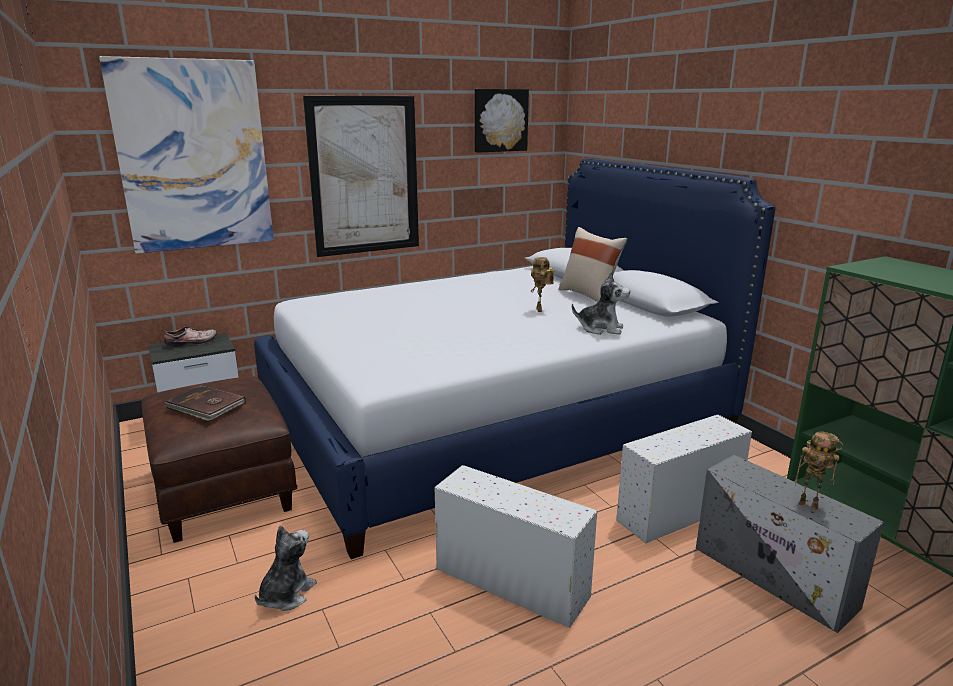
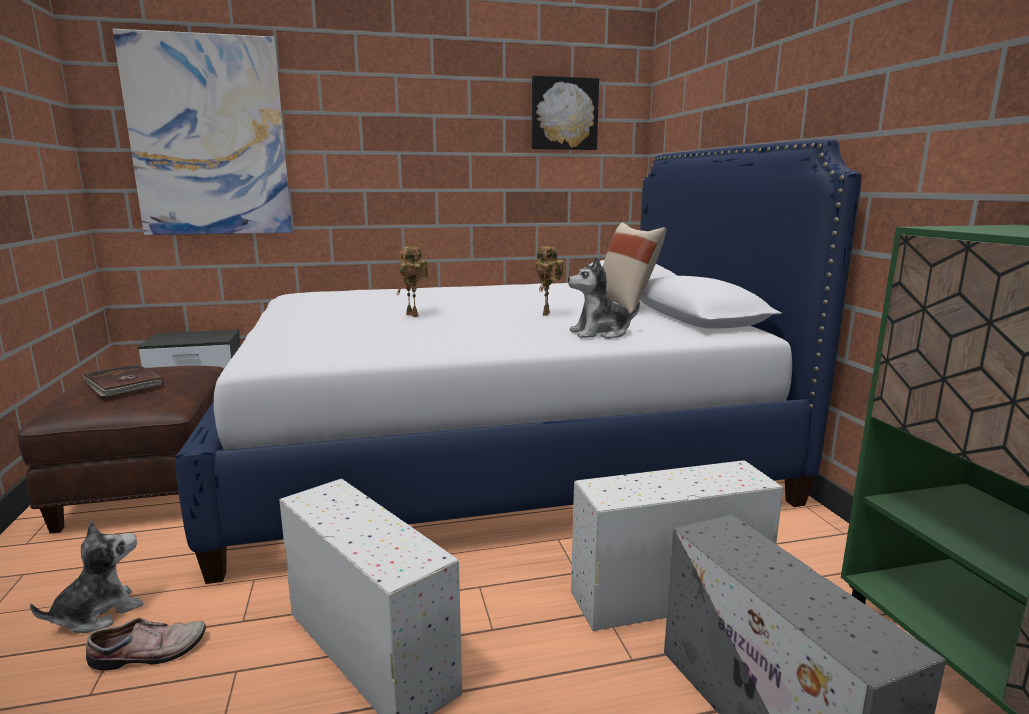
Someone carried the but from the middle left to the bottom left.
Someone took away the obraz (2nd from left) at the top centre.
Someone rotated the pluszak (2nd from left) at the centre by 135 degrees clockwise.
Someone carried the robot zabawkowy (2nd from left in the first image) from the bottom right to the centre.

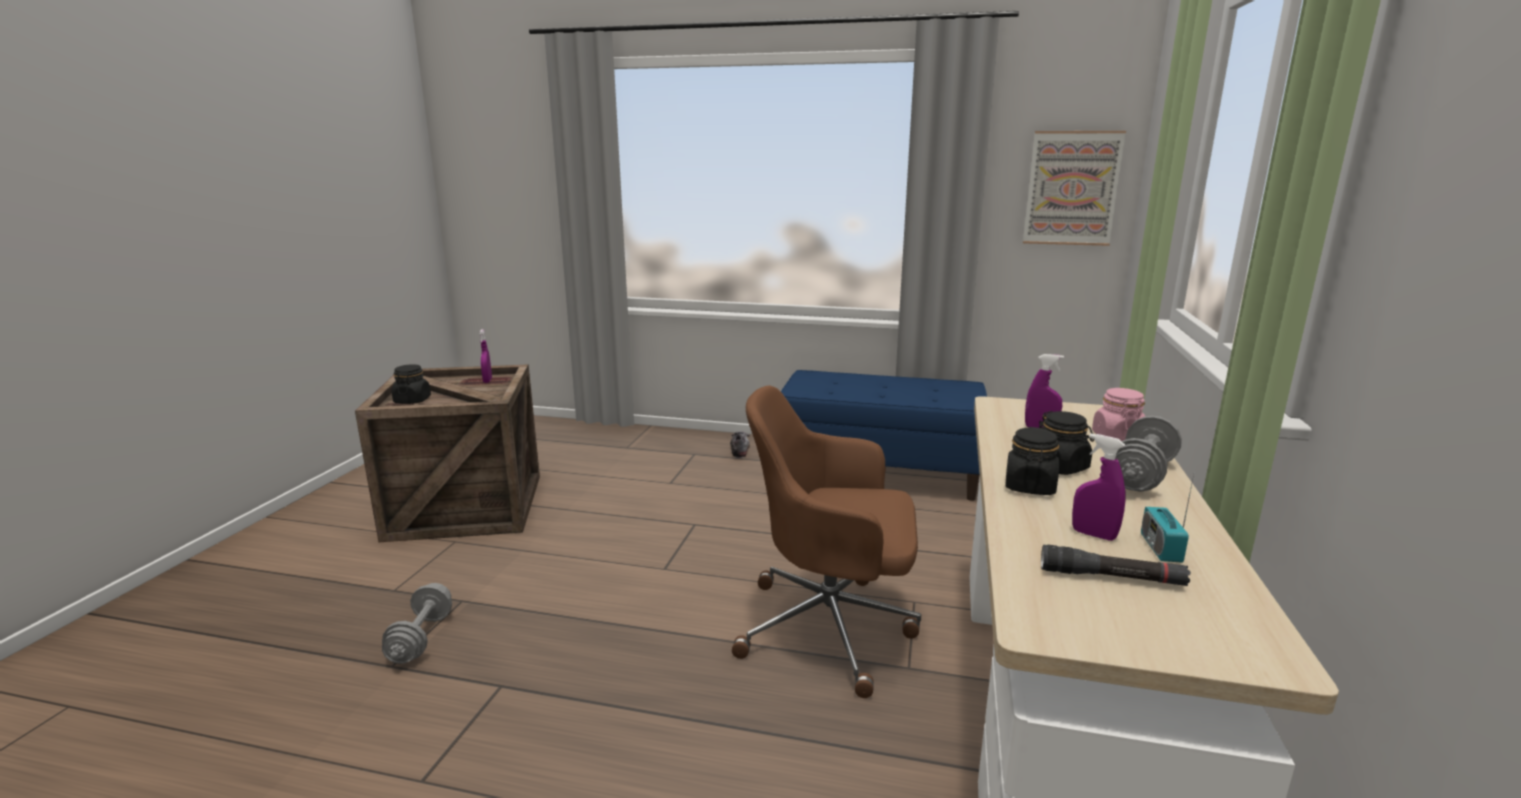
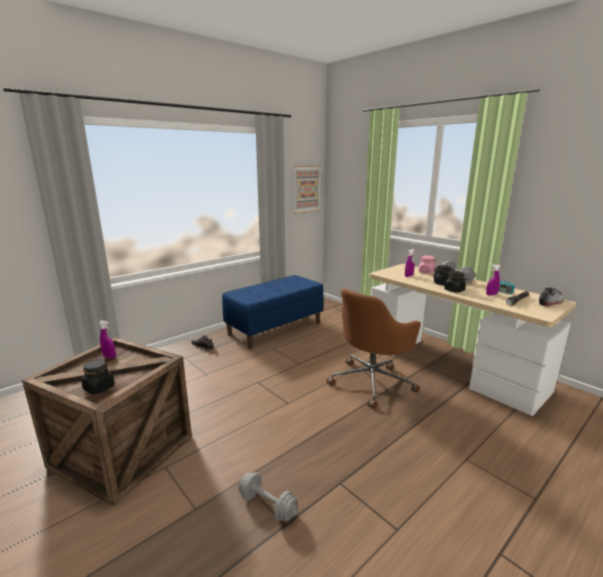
Someone put down the but (2nd from left) at the middle right.

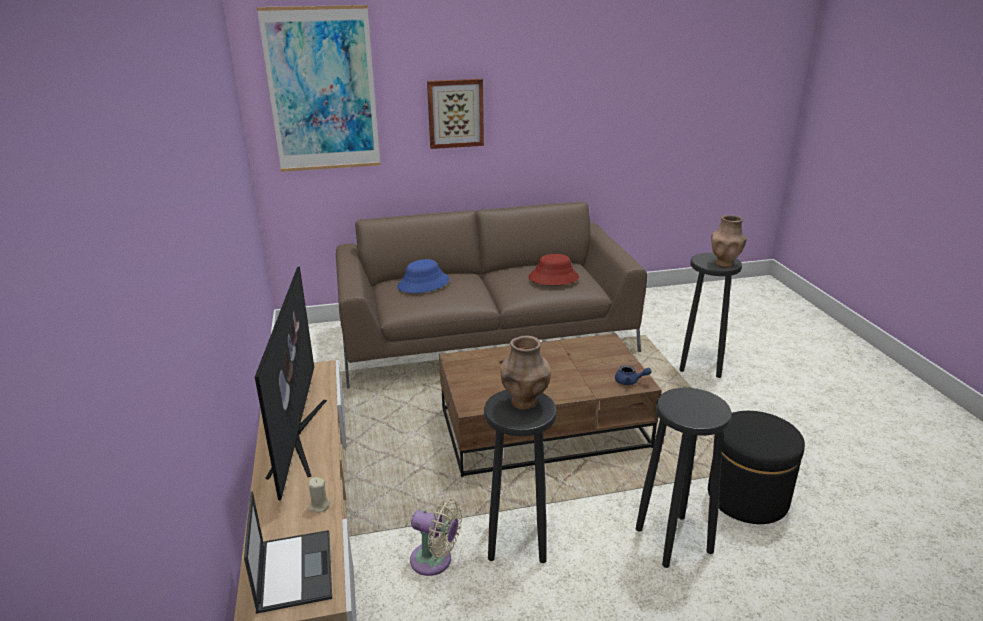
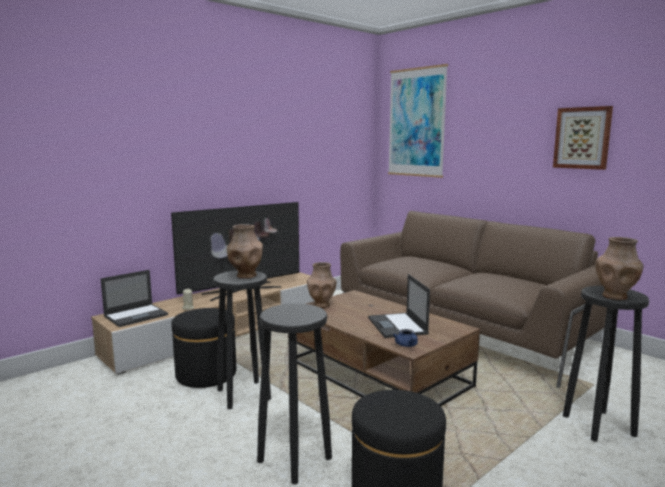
Someone took away the kapelusz (niebieski) at the centre.
Someone swapped the wentylator (beżowy) at the bottom centre for the pufa (czarny) (1st from left) at the bottom left.
Someone carried the obraz (2nd from left) from the top centre to the top right.
Someone took away the kapelusz (czerwony) at the centre.
Someone put down the wazon (brązowy) (2nd from left) at the centre.
Someone put down the laptop (2nd from left) at the centre.

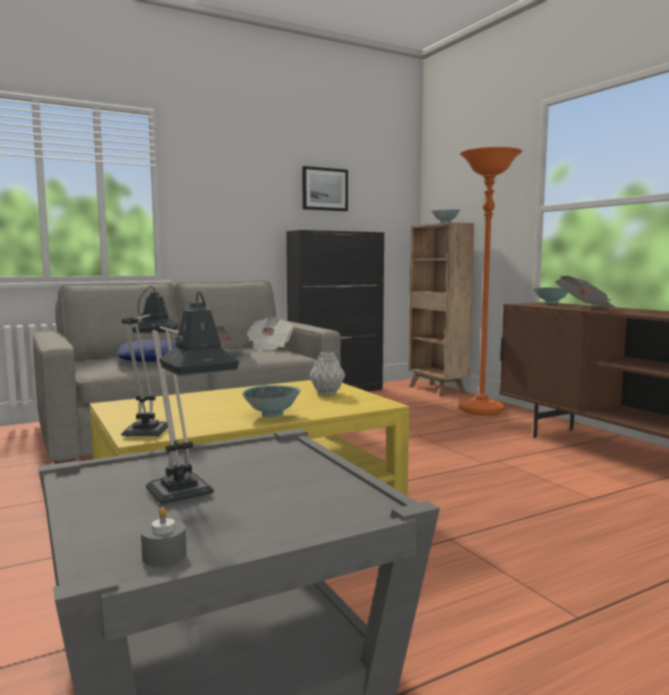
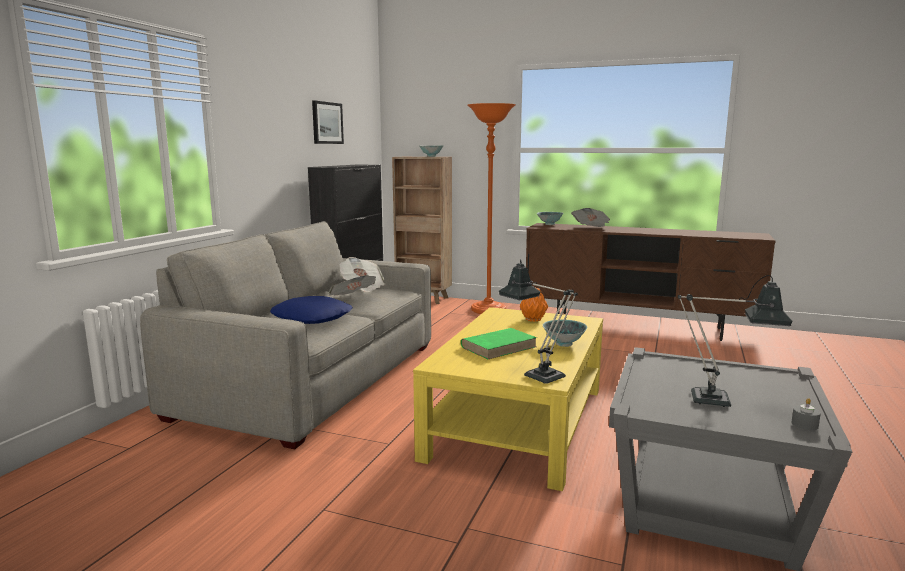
Someone repainted the wazon (szary) at the centre, which became the wazon (pomarańczowy) at the centre.
Someone put down the książka (zielony) at the centre.

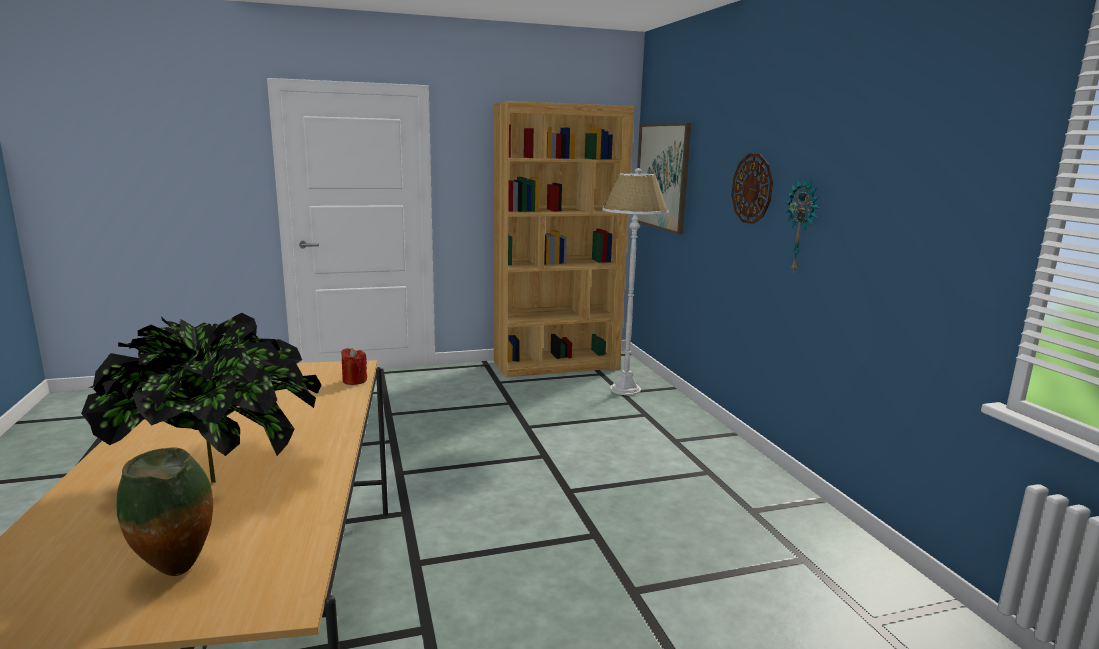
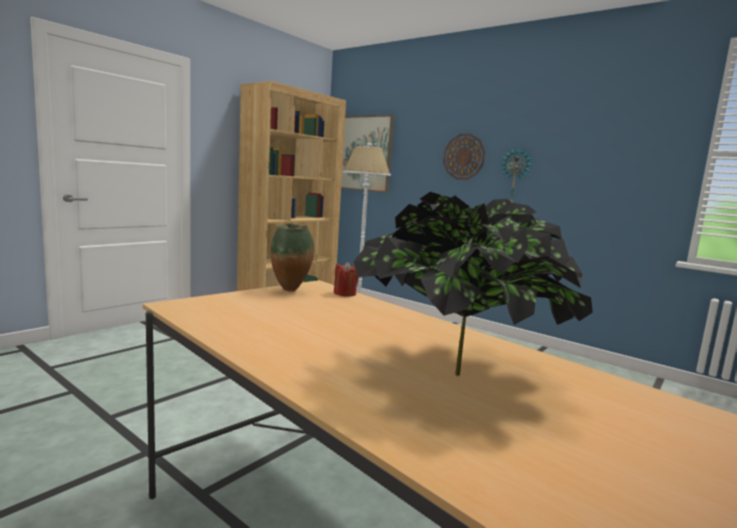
Someone carried the wazon from the bottom left to the centre.

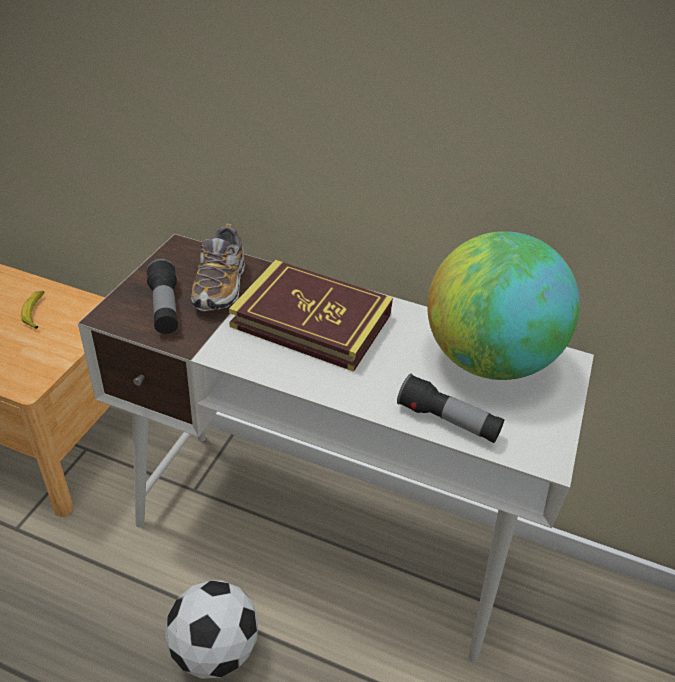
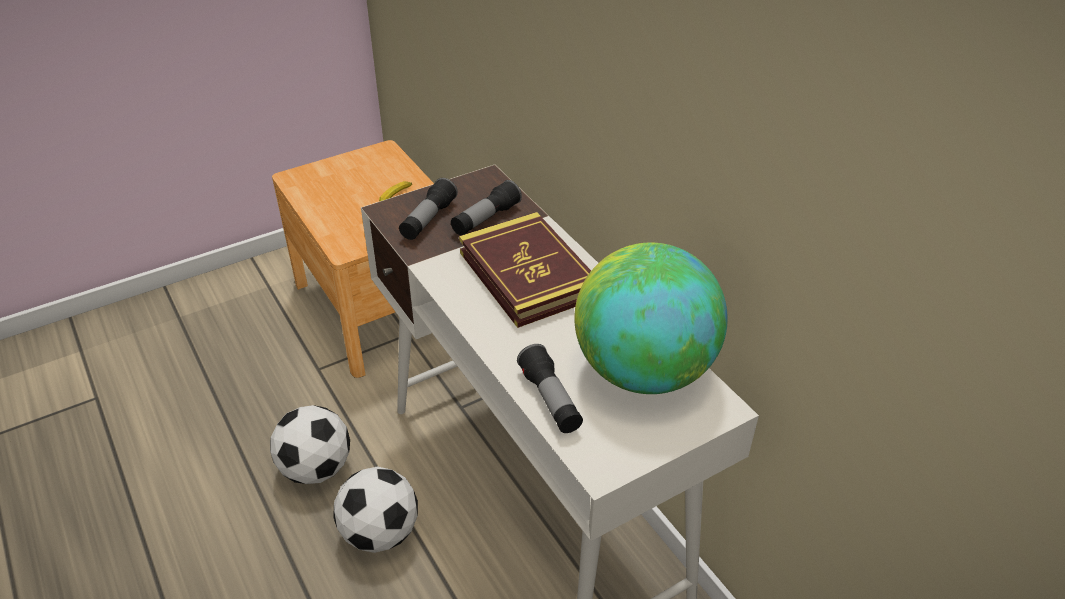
Someone swapped the but at the middle left for the latarka (2nd from left) at the centre.
Someone put down the piłka futbolowa (1st from left) at the bottom left.

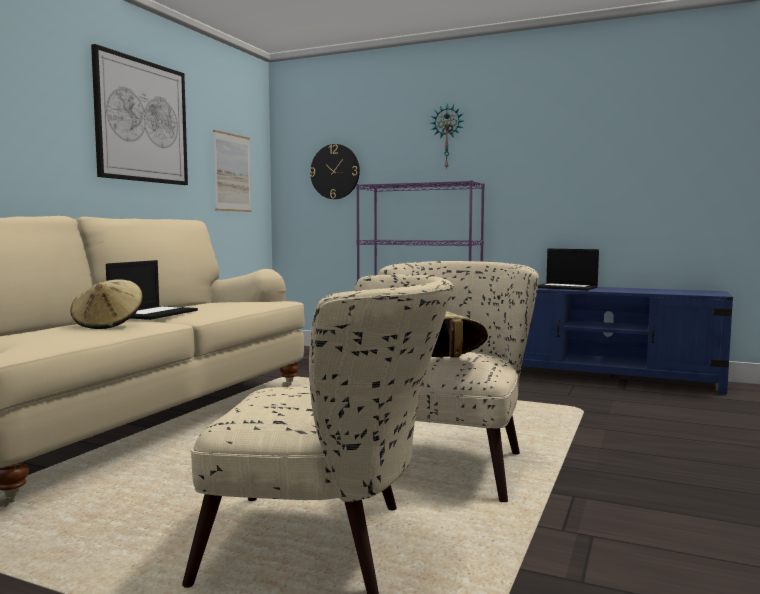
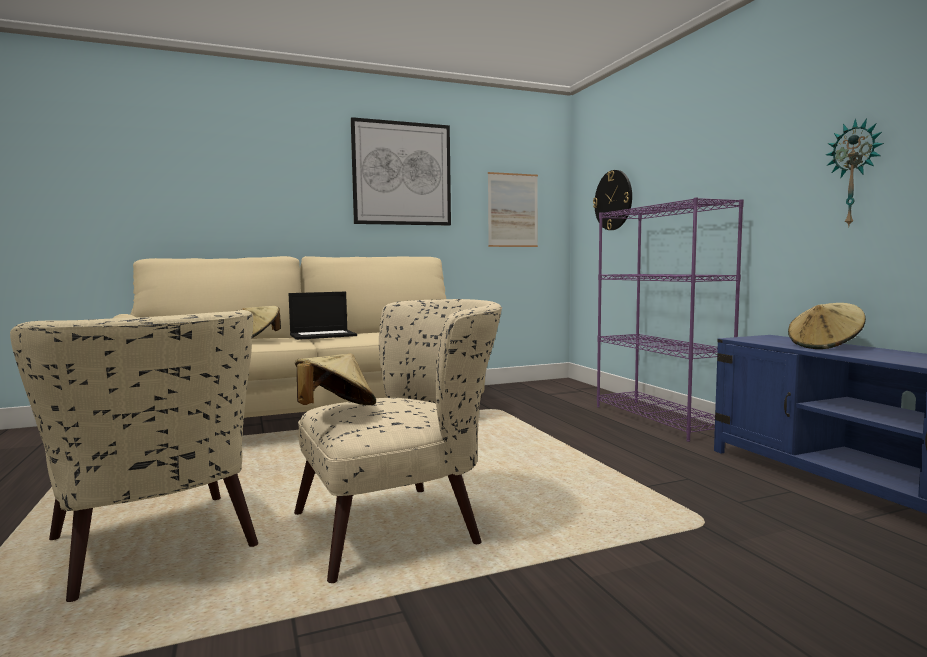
Someone carried the zegar ścienny (2nd from left) from the top centre to the top right.
Someone swapped the laptop (2nd from left) at the middle right for the kapelusz (beżowy) (3rd from left) at the middle right.

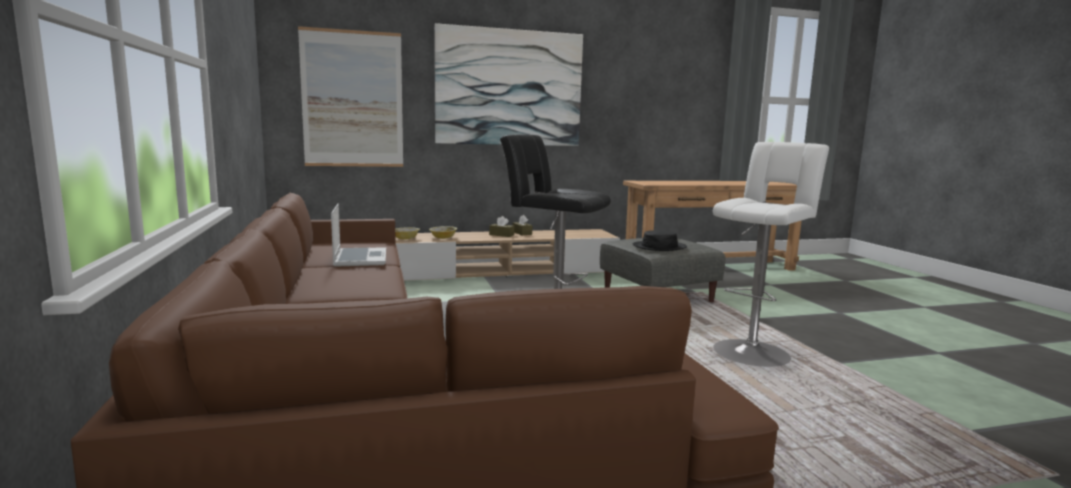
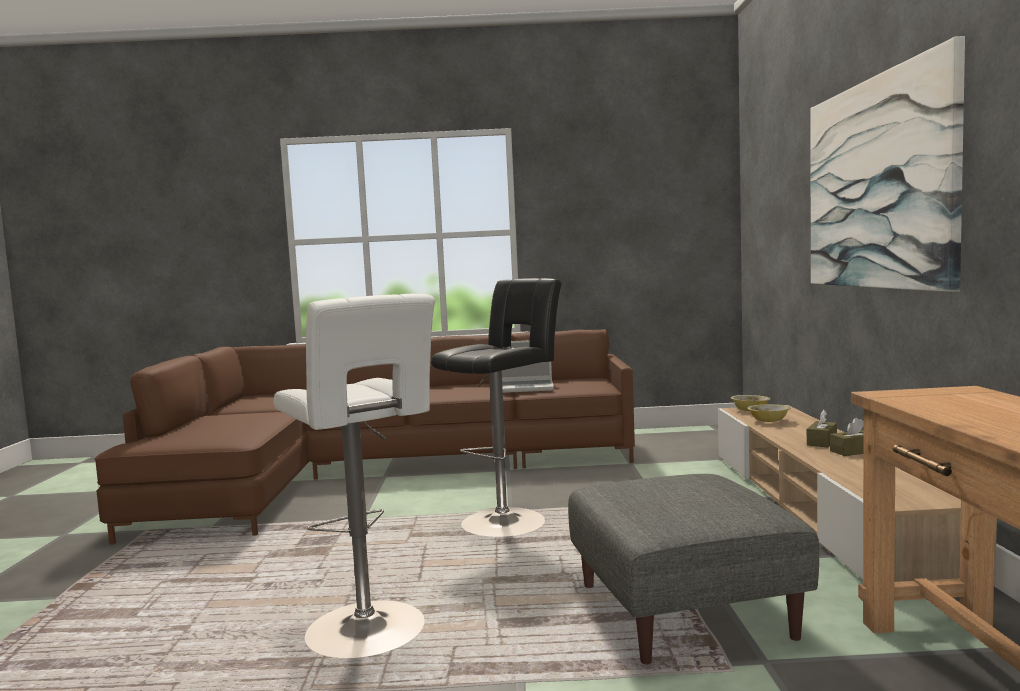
Someone took away the obraz (1st from left) at the top left.
Someone took away the kapelusz (czarny) at the centre.

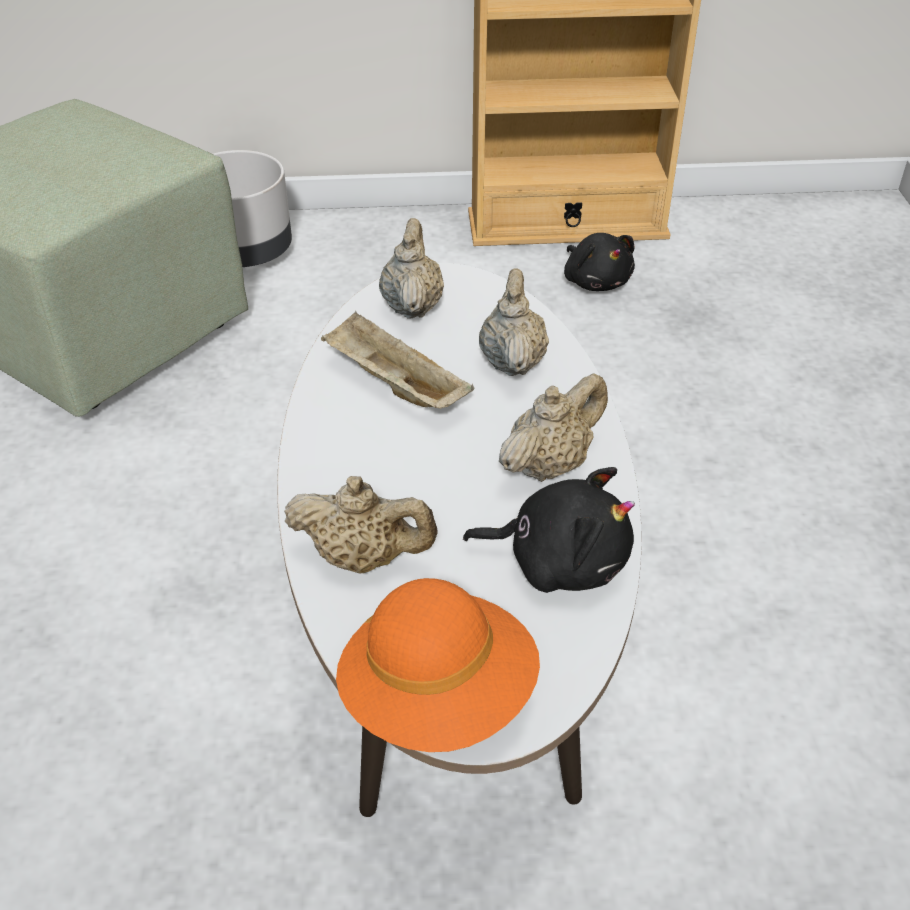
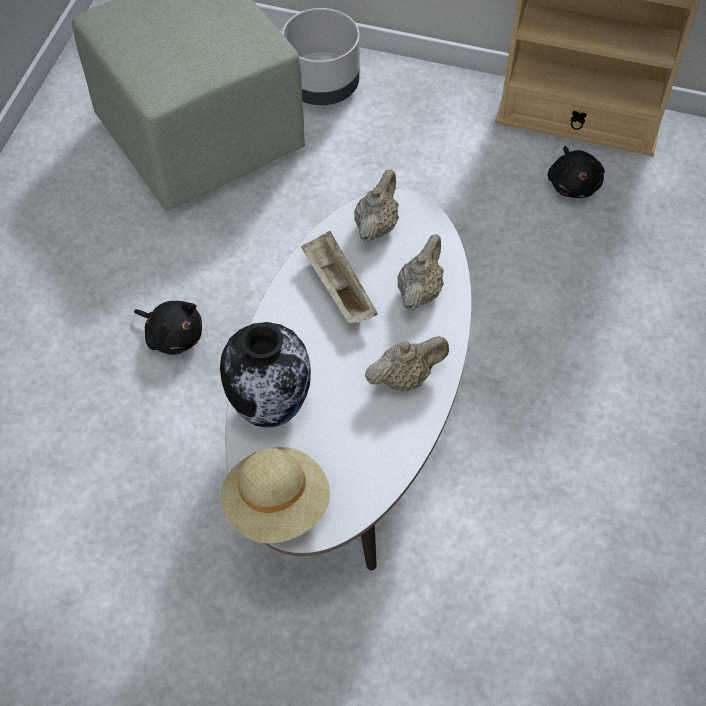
Someone swapped the imbryk (beżowy) (1st from left) at the centre for the wazon at the centre.
Someone repainted the kapelusz (pomarańczowy) at the bottom centre, which became the kapelusz (beżowy) at the bottom centre.
Someone carried the pluszak (czarny) (1st from left) from the centre to the middle left.

